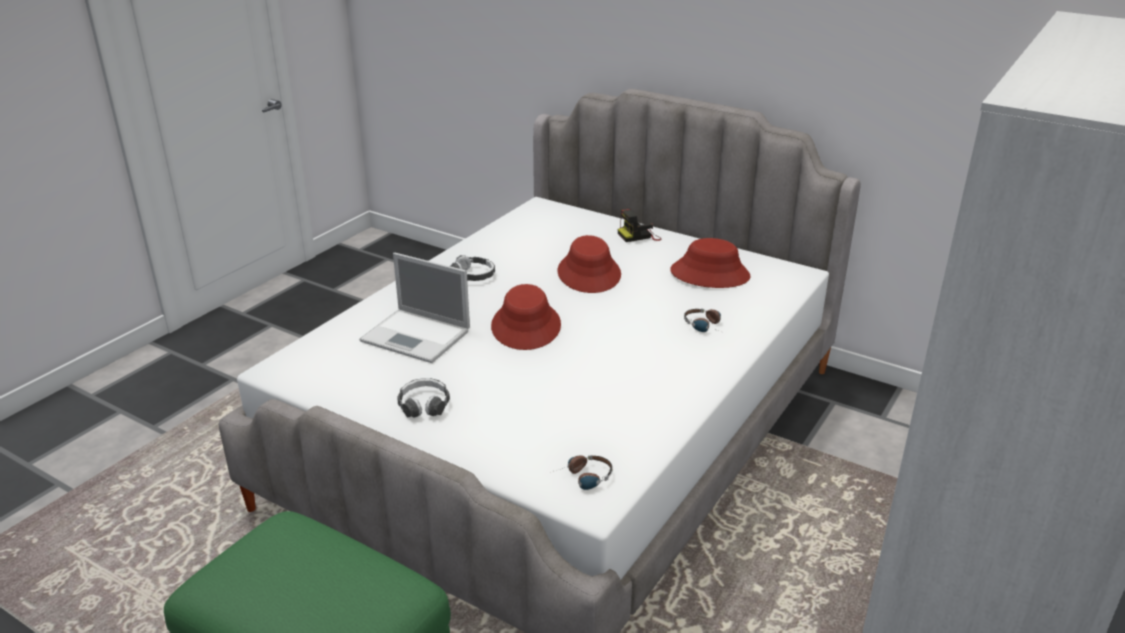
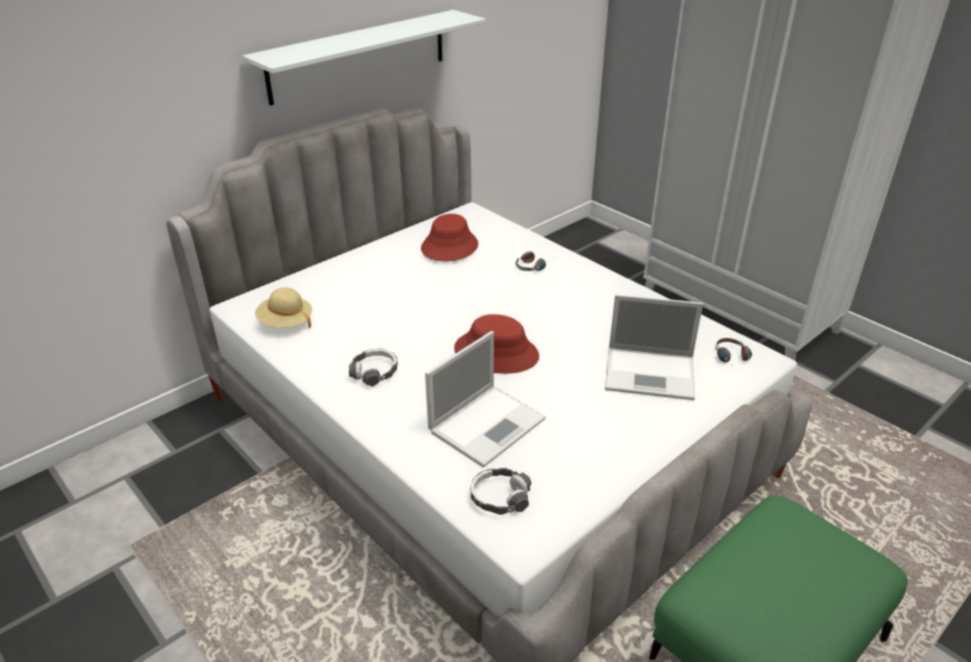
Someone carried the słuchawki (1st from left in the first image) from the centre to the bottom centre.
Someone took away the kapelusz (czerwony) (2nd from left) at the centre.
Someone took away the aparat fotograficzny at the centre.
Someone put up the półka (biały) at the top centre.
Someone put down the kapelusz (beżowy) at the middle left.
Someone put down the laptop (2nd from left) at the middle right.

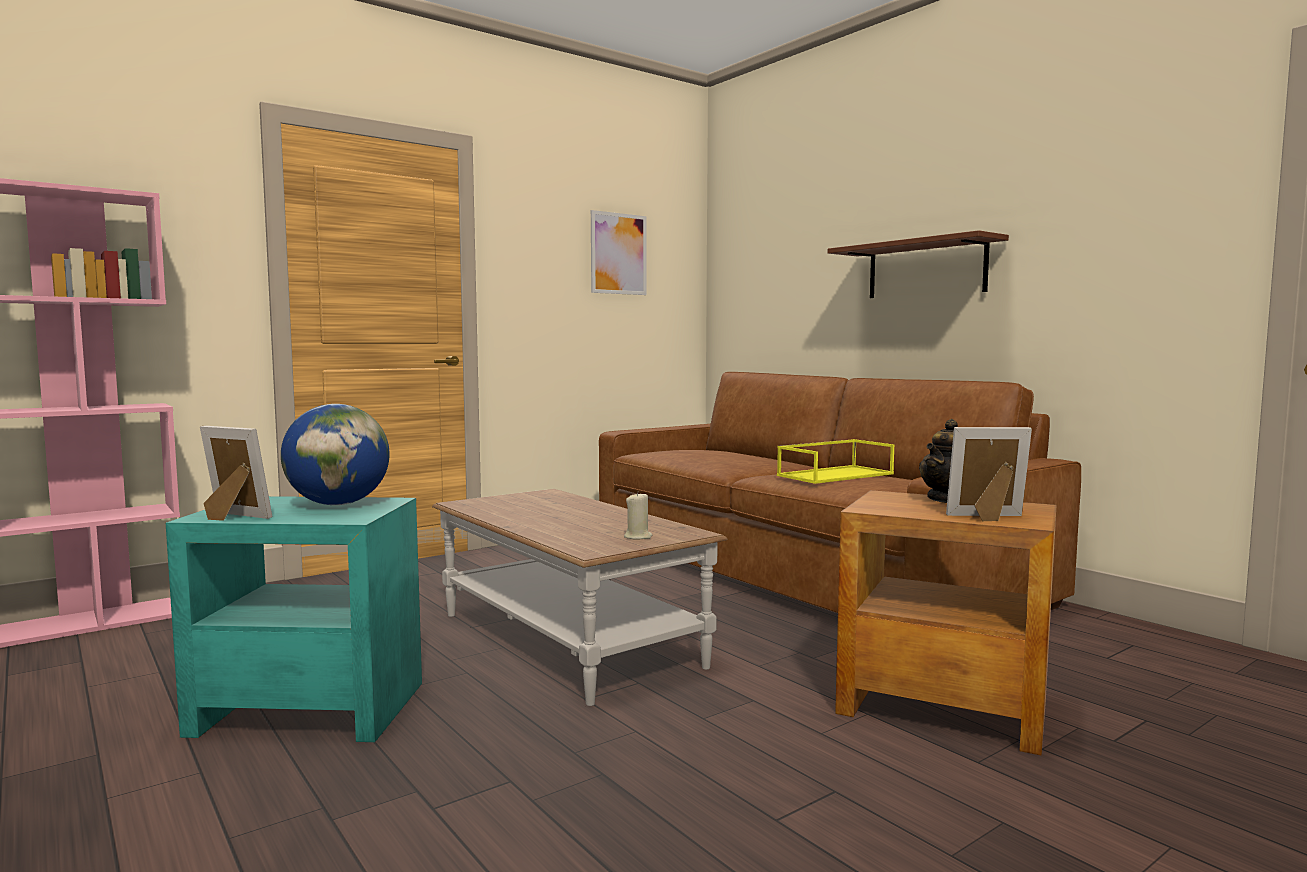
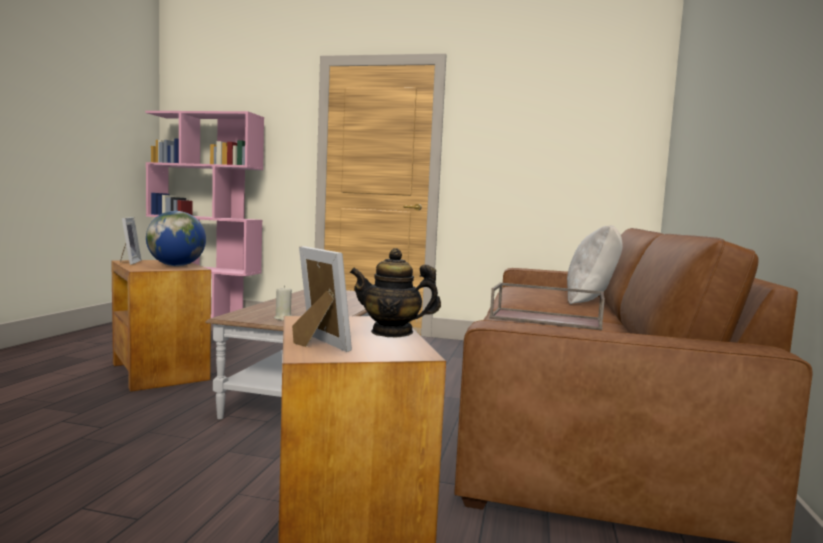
Someone repainted the stolik (turkusowy) at the bottom left, which became the stolik (brązowy) (1st from left) at the middle left.
Someone took away the obraz at the top centre.
Someone repainted the taca (żółty) at the centre, which became the taca (brązowy) at the centre.
Someone took away the półka (brązowy) at the top right.
Someone put down the poduszka (beżowy) at the middle right.

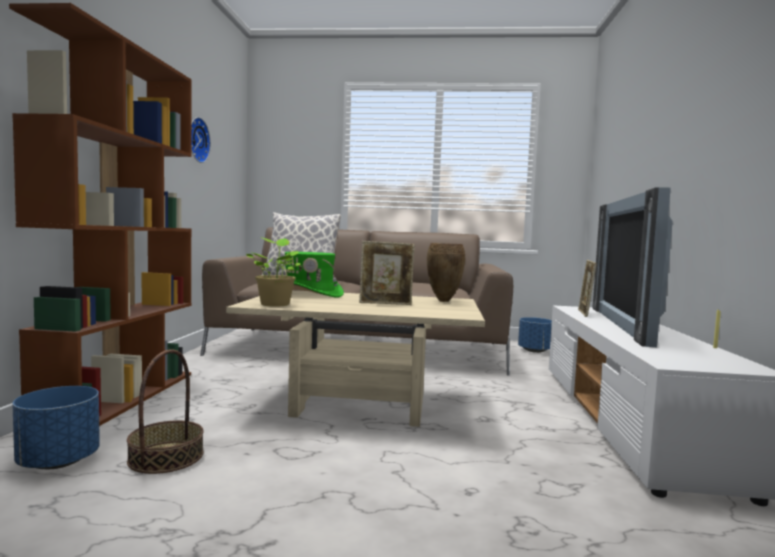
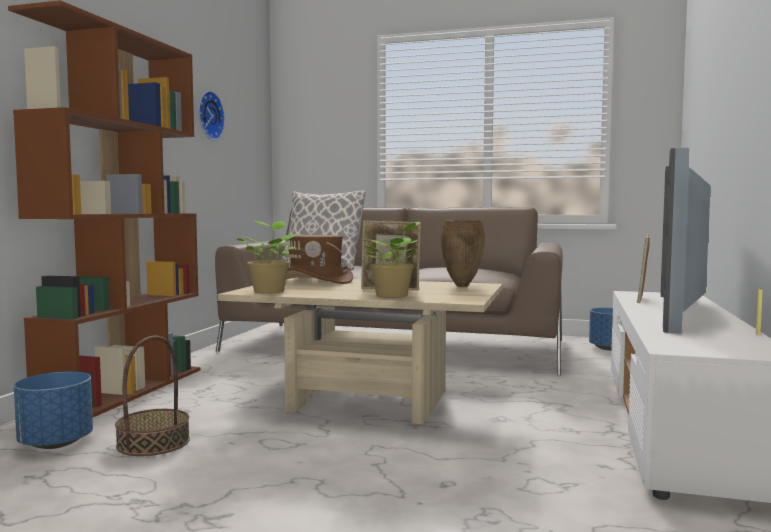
Someone repainted the kapelusz (zielony) at the centre, which became the kapelusz (brązowy) at the centre.
Someone put down the roślina doniczkowa (2nd from left) at the centre.

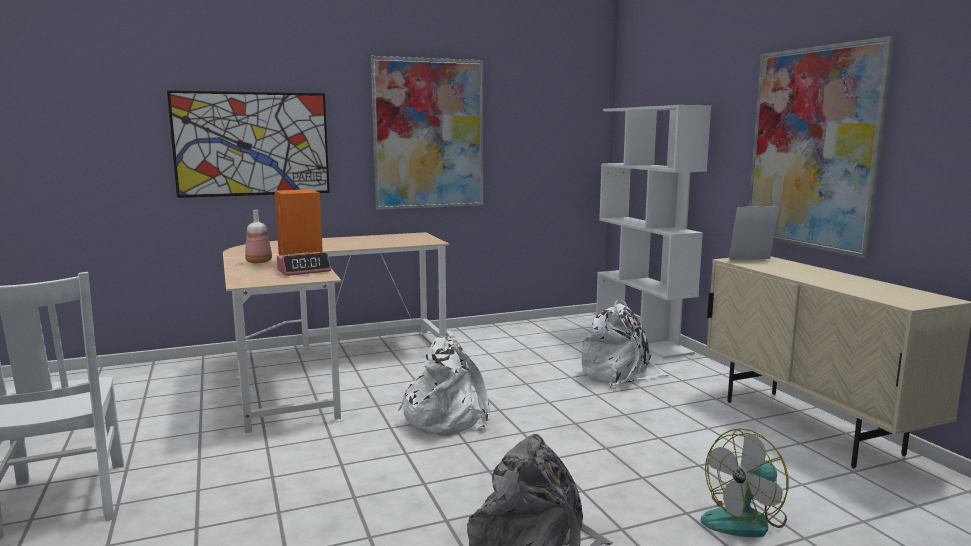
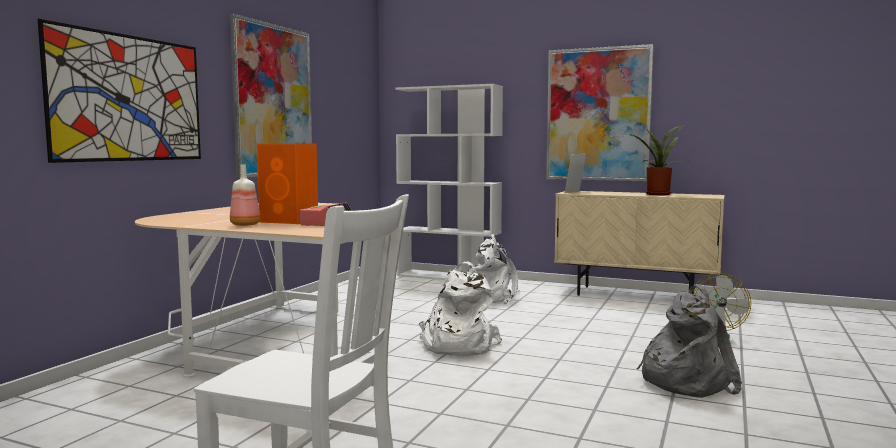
Someone put down the roślina doniczkowa at the middle right.

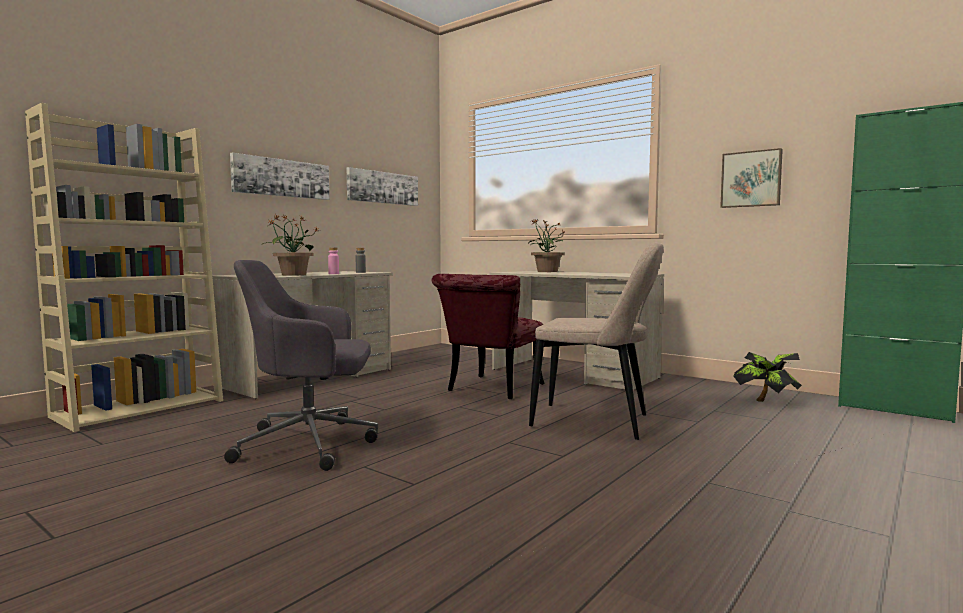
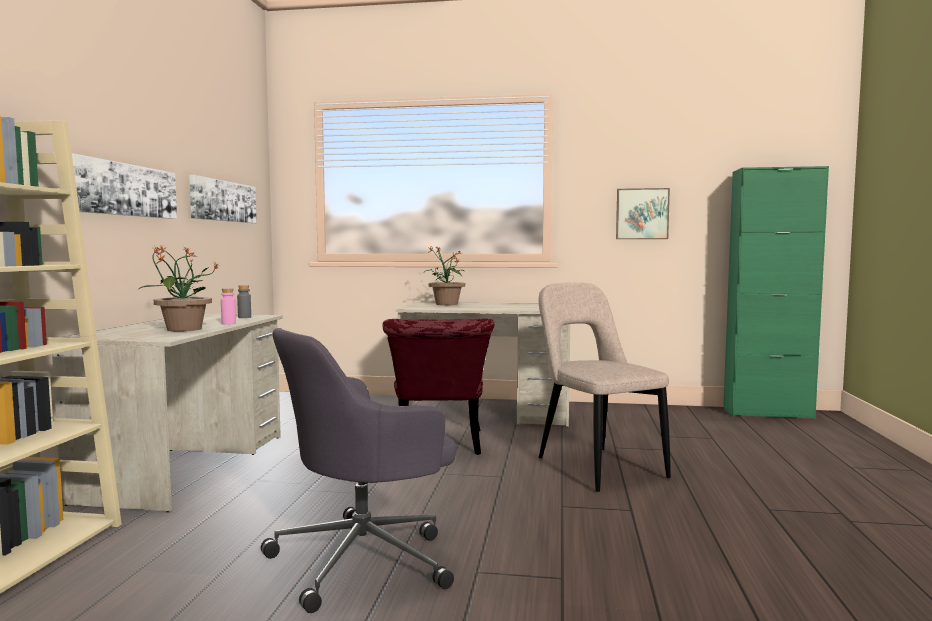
Someone rotated the krzesło (beżowy) at the centre by 105 degrees counterclockwise.
Someone took away the roślina doniczkowa (3rd from left) at the middle right.

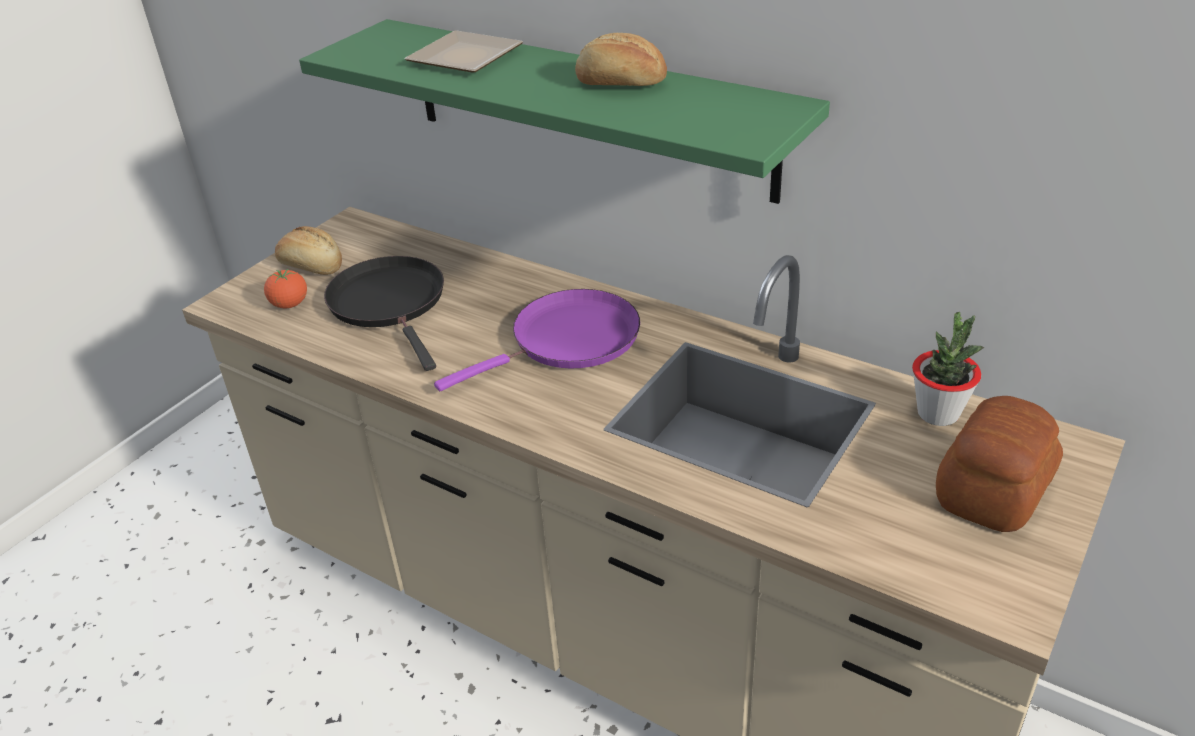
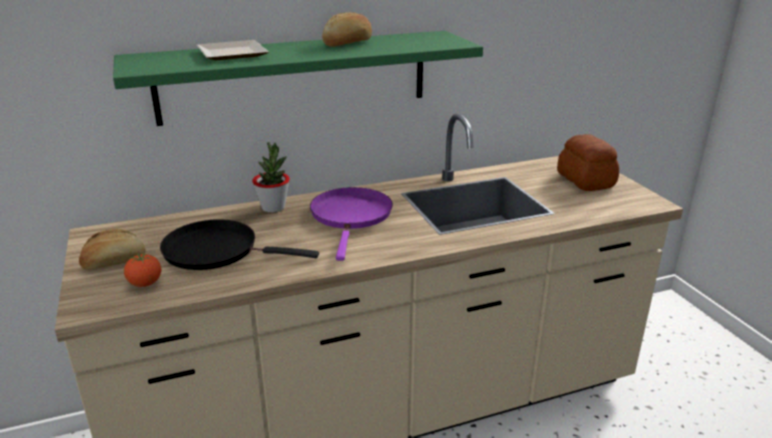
Someone carried the roślina doniczkowa from the middle right to the centre.

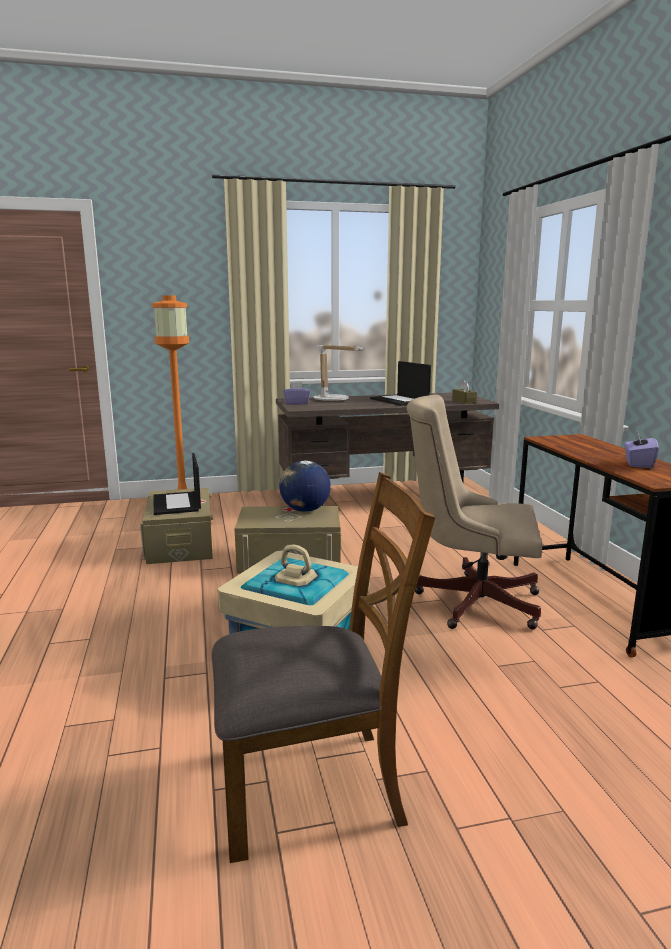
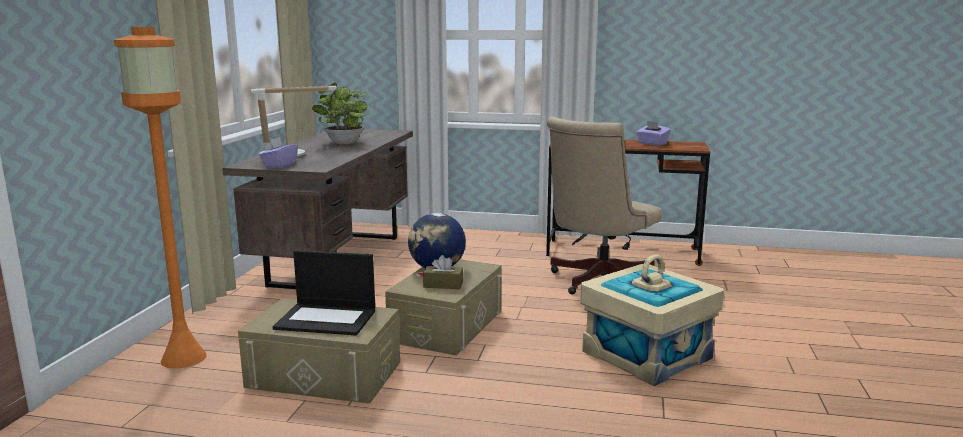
Someone took away the krzesło (brązowy) at the bottom centre.
Someone swapped the laptop (2nd from left) at the centre for the roślina doniczkowa at the top centre.
Someone carried the pudełko chusteczek (brązowy) from the middle right to the centre.

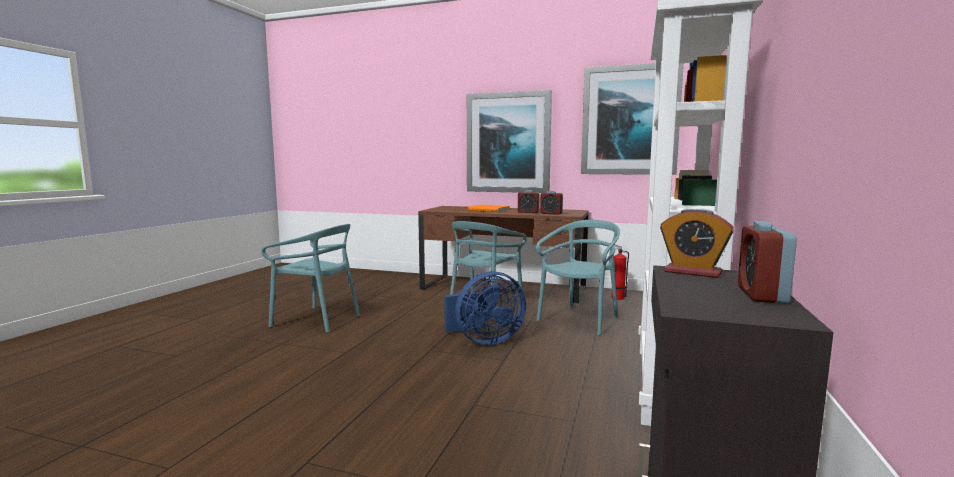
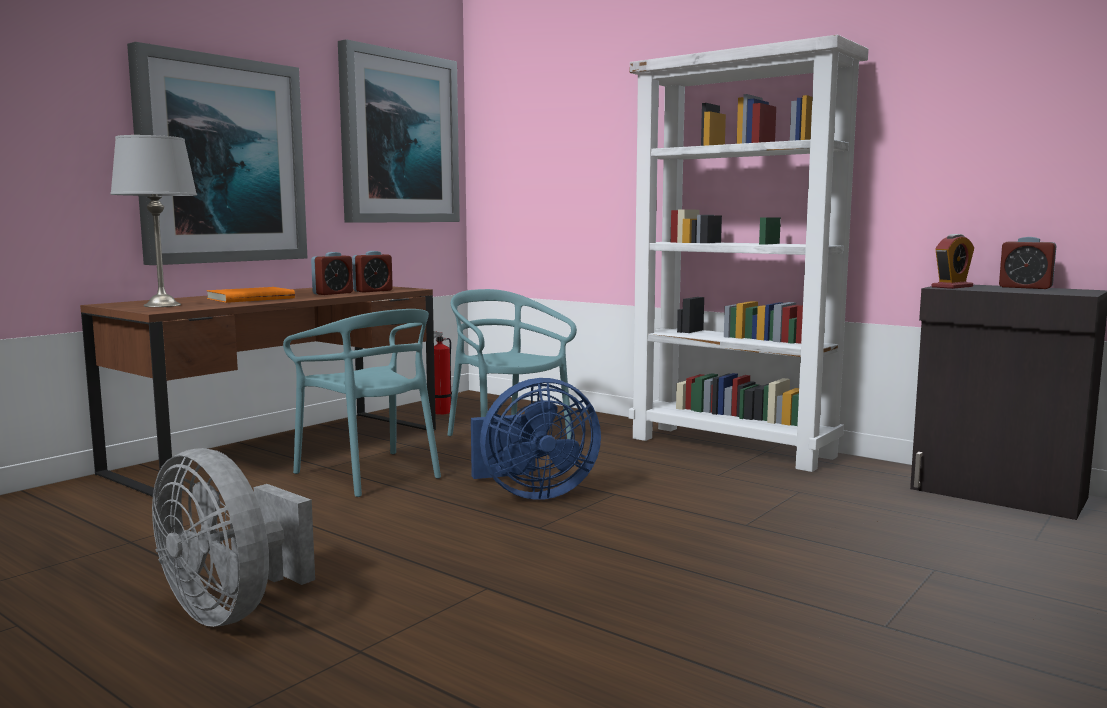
Someone swapped the krzesło (turkusowy) (1st from left) at the middle left for the wentylator (szary) at the bottom left.
Someone rotated the wentylator (niebieski) at the centre by 75 degrees clockwise.
Someone put down the lampa stołowa (szary) at the top left.

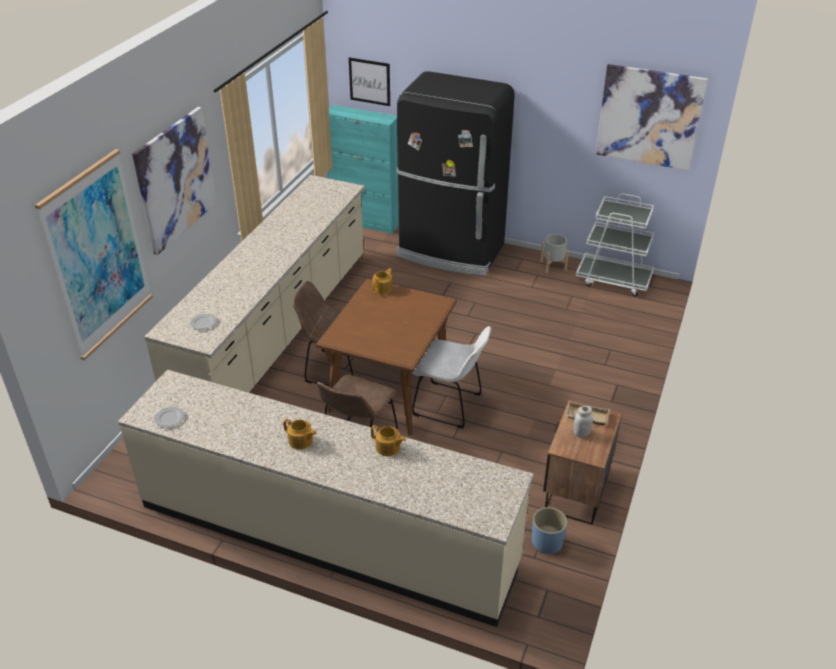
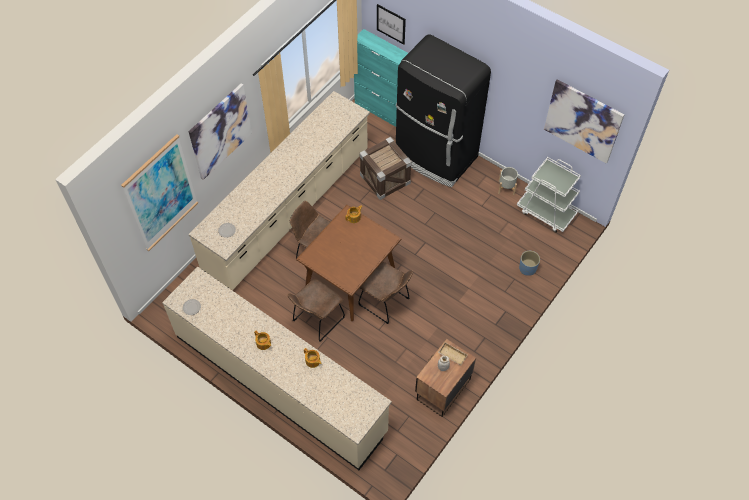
Someone repainted the krzesło (biały) at the centre, which became the krzesło (brązowy) (3rd from left) at the centre.
Someone carried the donica (niebieski) from the bottom centre to the middle right.
Someone put down the skrzynka at the centre.

